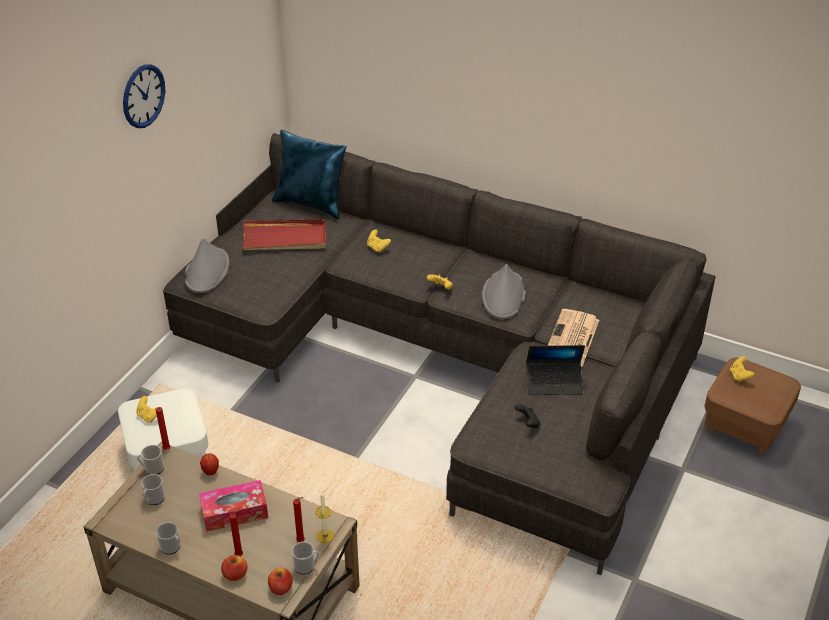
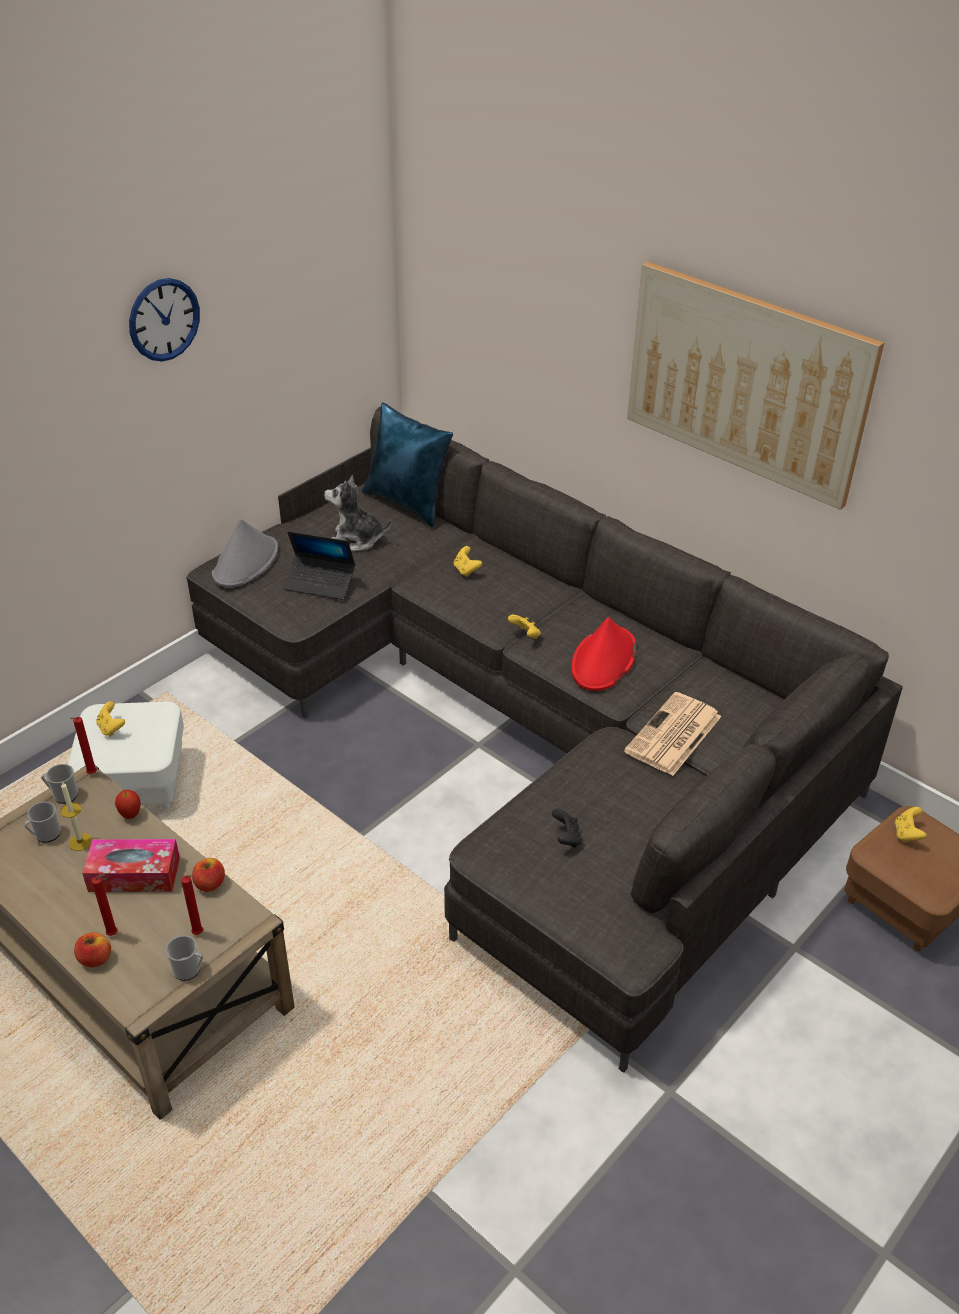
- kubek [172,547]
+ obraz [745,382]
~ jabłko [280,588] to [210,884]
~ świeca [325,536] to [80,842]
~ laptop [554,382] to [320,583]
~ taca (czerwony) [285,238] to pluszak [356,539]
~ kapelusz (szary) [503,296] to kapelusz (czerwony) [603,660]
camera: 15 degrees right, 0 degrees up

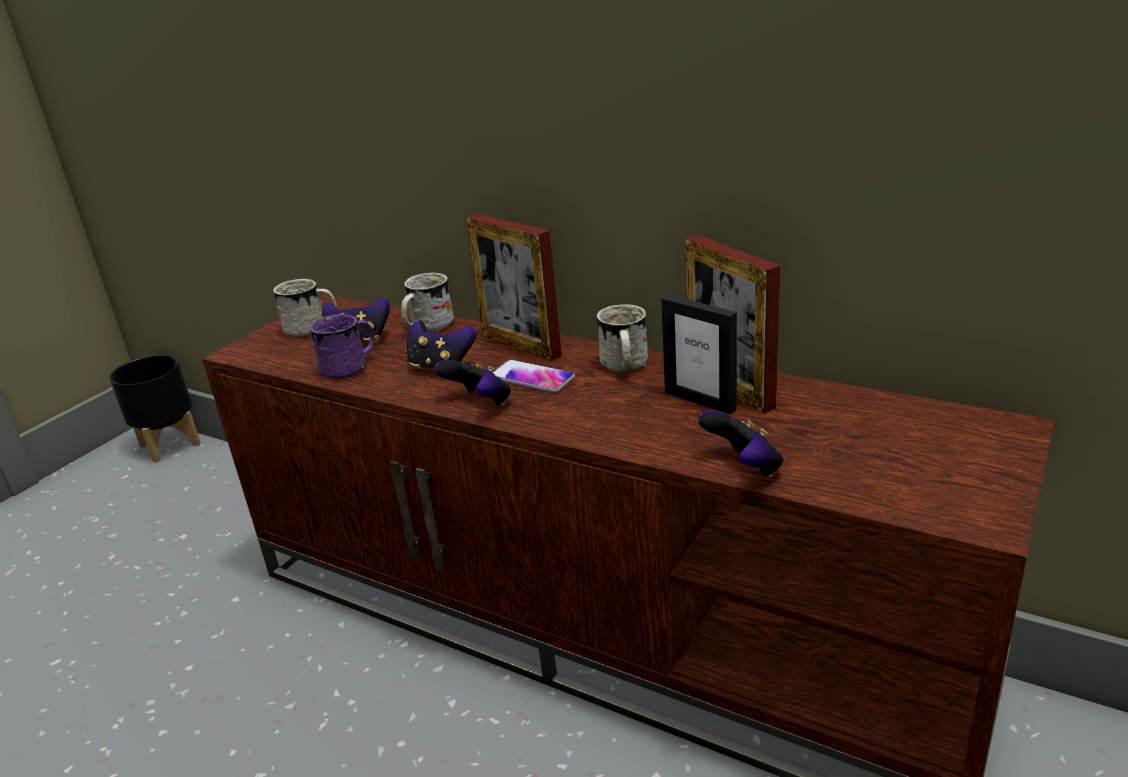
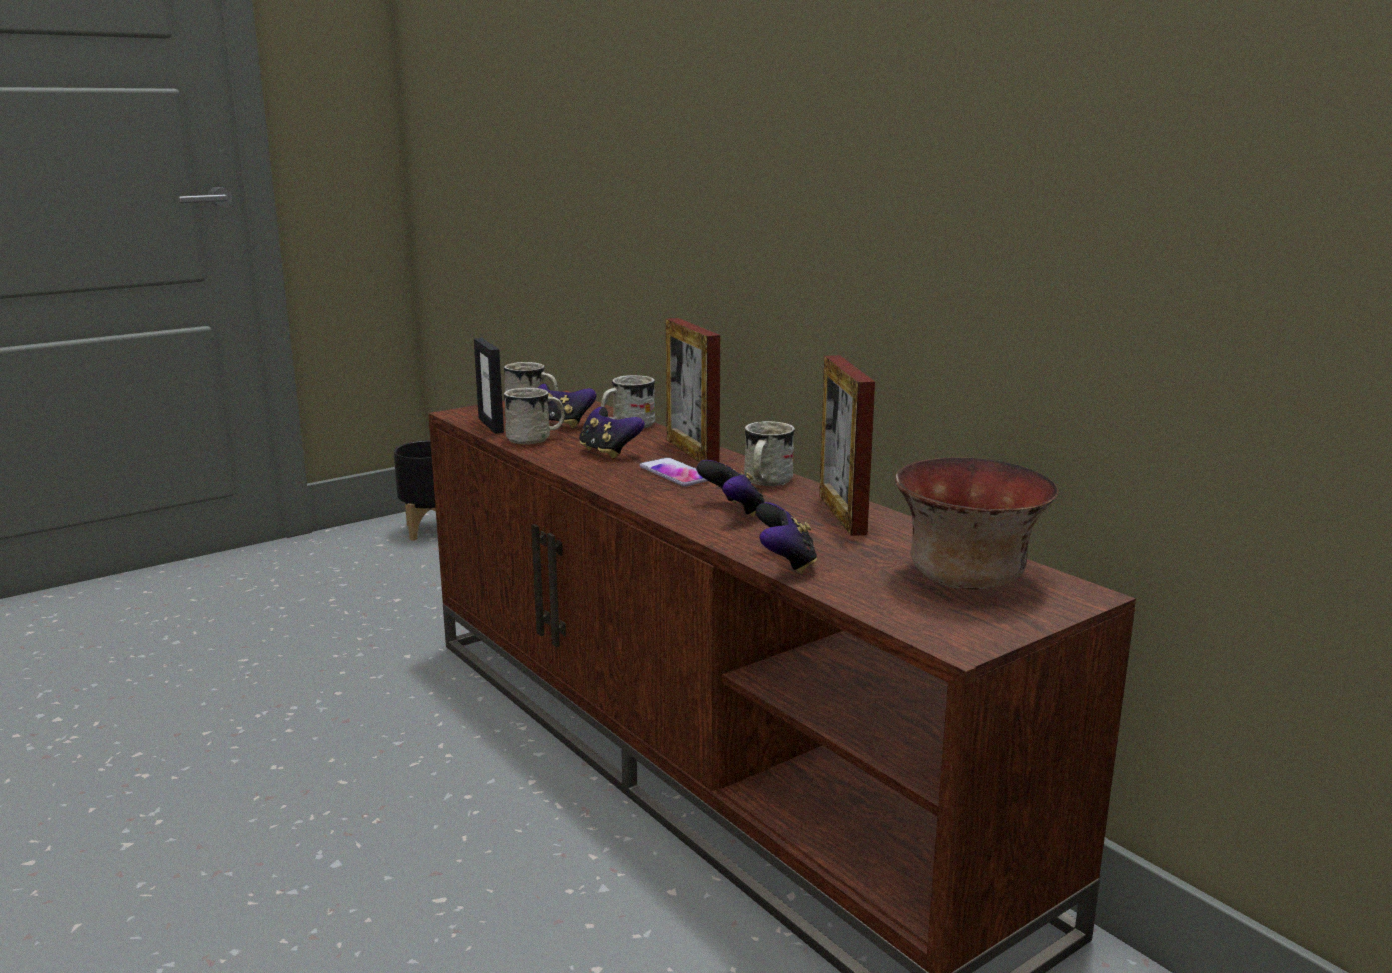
+ miska [965,578]
~ pad do gier [480,403] to [732,511]
~ ramka na zdjęcie [700,401] to [491,425]
~ kubek (fioletowy) [351,367] to kubek (biały) [536,439]
camera: 20 degrees right, 10 degrees down

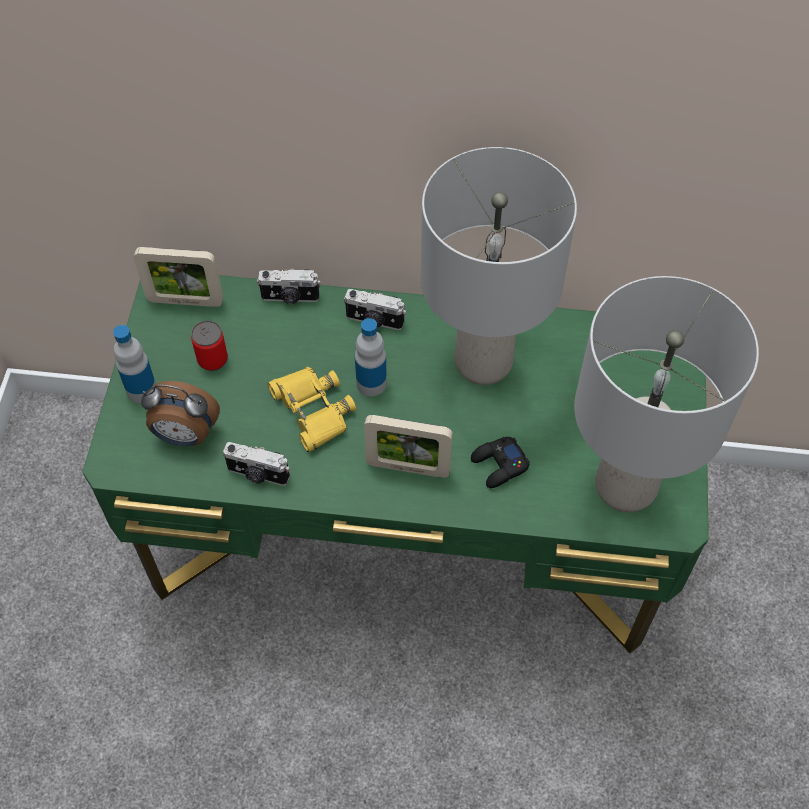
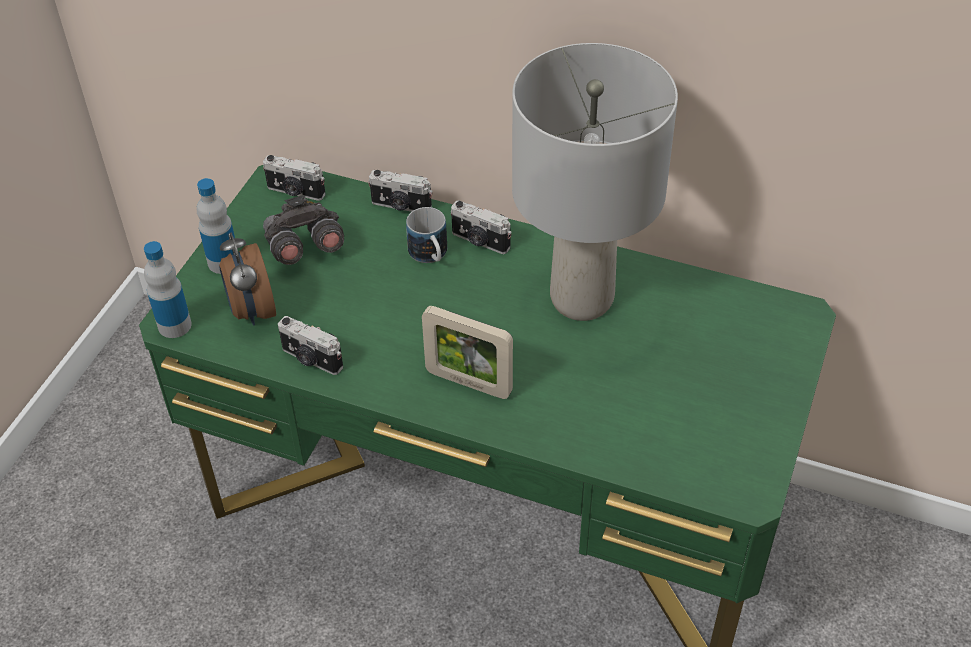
- lornetka (żółty) [313,410]
- pad do gier (czarny) [499,465]
- lampa stołowa (szary) [624,486]
+ kubek [430,256]
~ butelka [371,383] to [174,325]
~ ramka na zdjęcie [185,301] to aparat fotograficzny [295,192]
~ puszka [212,359] to lornetka (szary) [303,247]
~ budzik [185,435] = [251,310] 45 degrees clockwise
camera: 15 degrees right, 10 degrees down

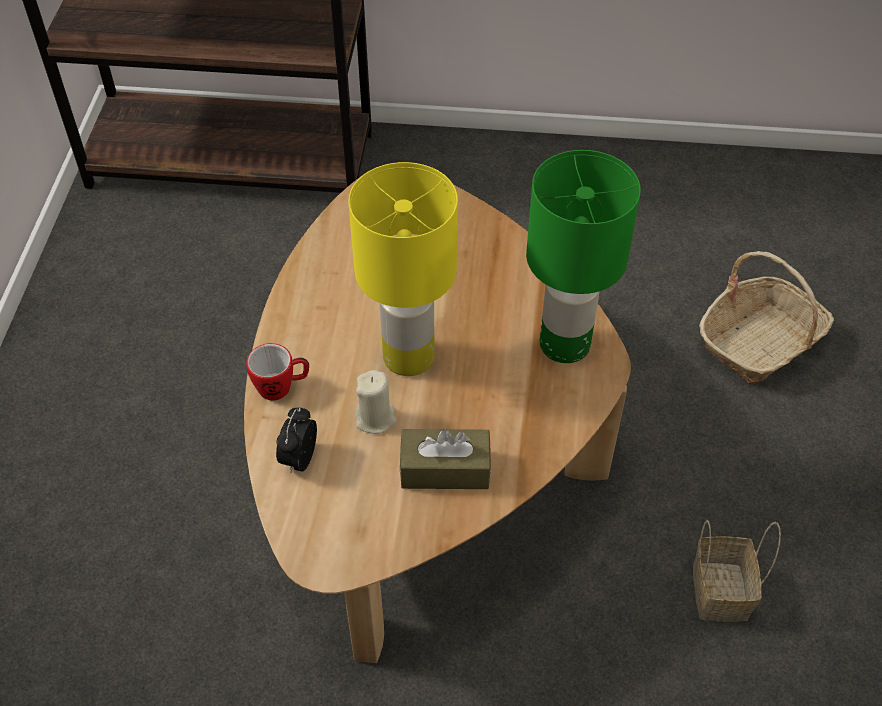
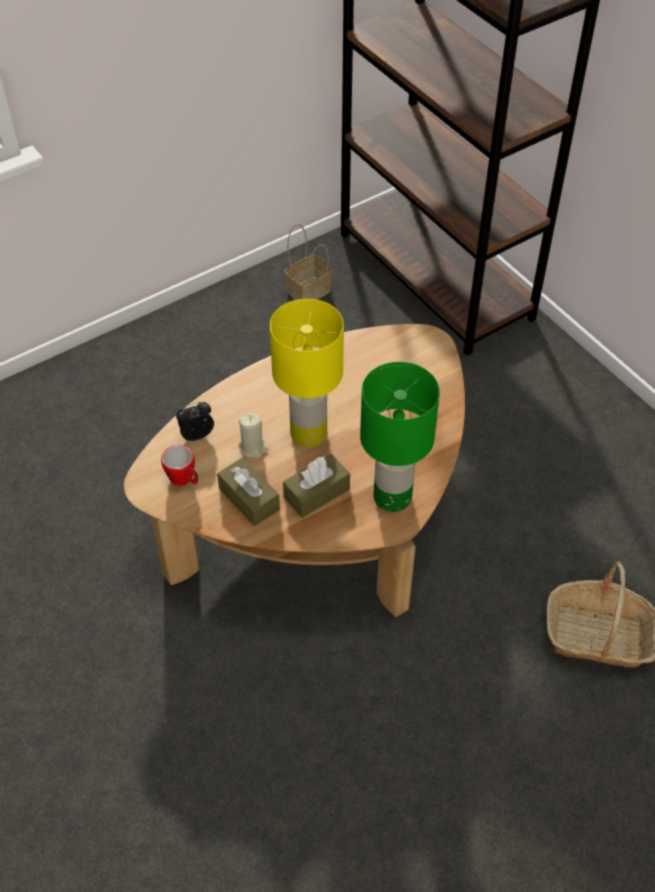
+ pudełko chusteczek (brązowy) [316,493]
~ kubek [281,387] to [184,479]
~ koszyk [718,589] to [309,290]
camera: 50 degrees right, 0 degrees up

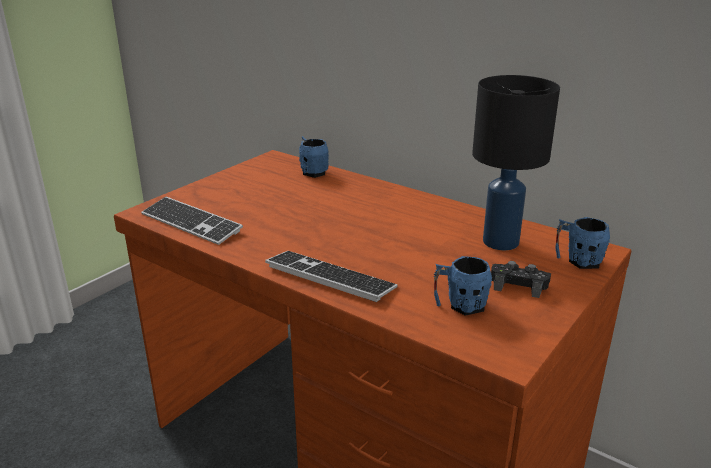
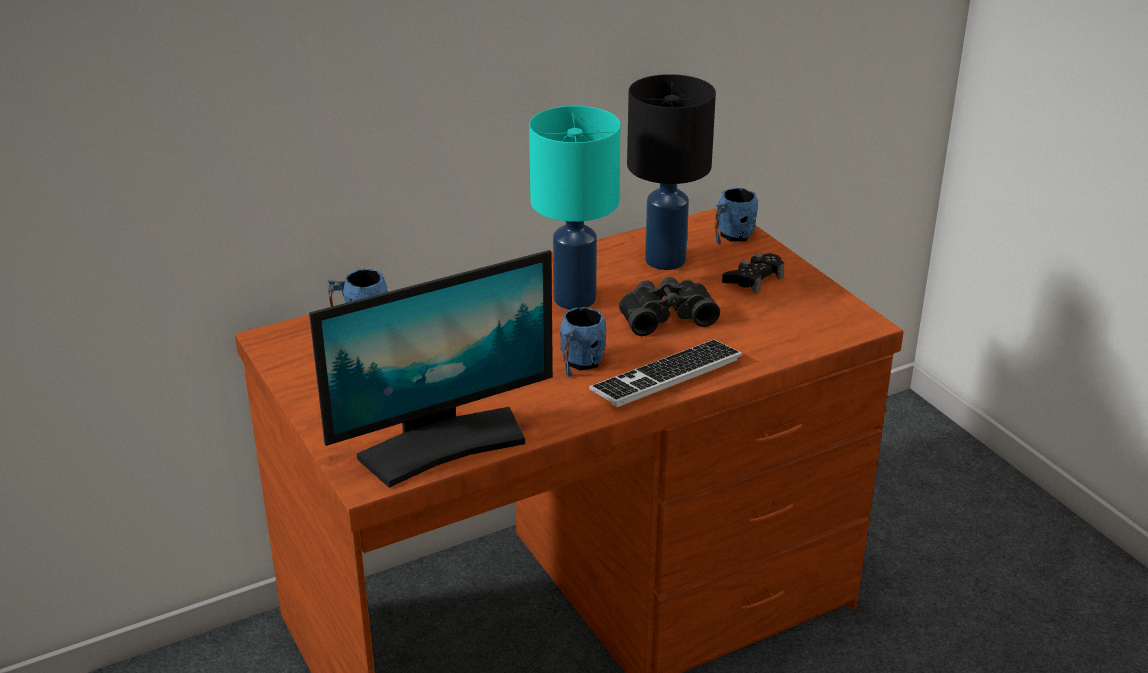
+ lampa stołowa (turkusowy) [573,299]
+ lornetka (czarny) [665,316]
~ kubek (niebieski) [460,305] to [579,364]
~ klawiatura [191,223] to monitor [443,445]
camera: 65 degrees left, 5 degrees up

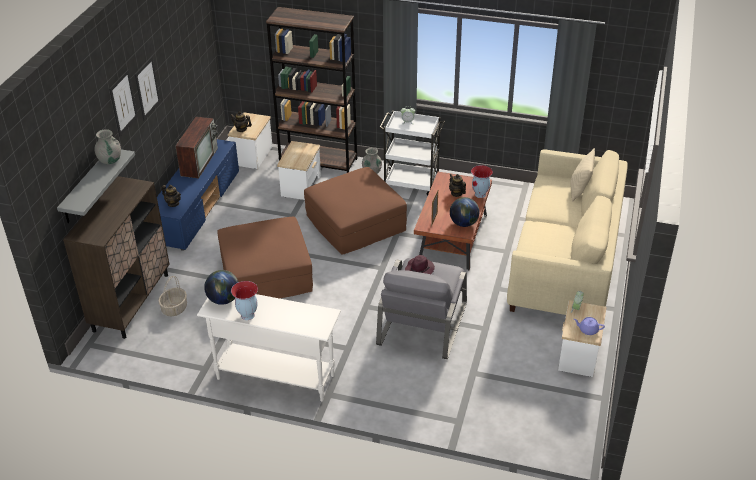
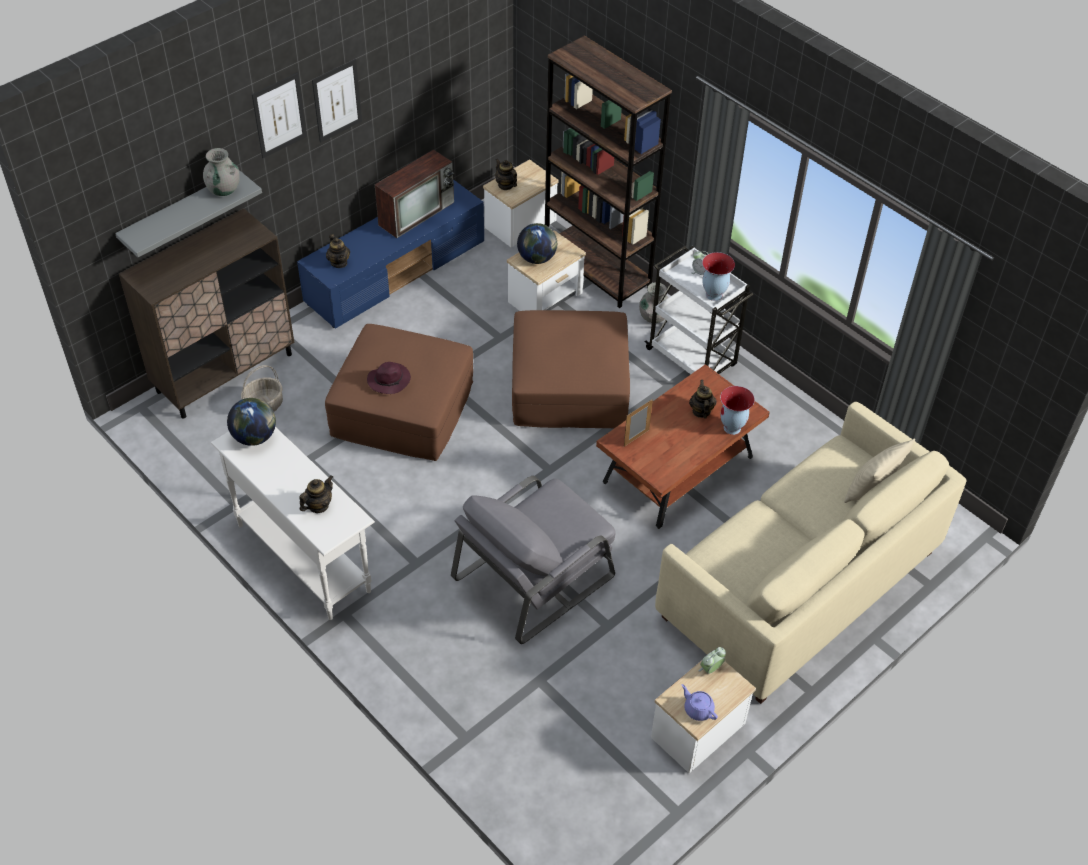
+ imbryk [318,505]
~ wazon [247,315] to [713,295]
~ kapelusz (fioletowy) [419,269] to [389,380]
~ globus [464,223] to [537,258]
camera: 30 degrees right, 10 degrees up

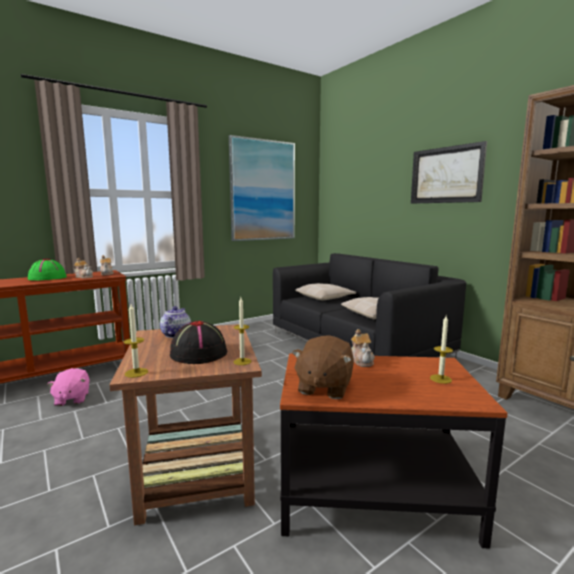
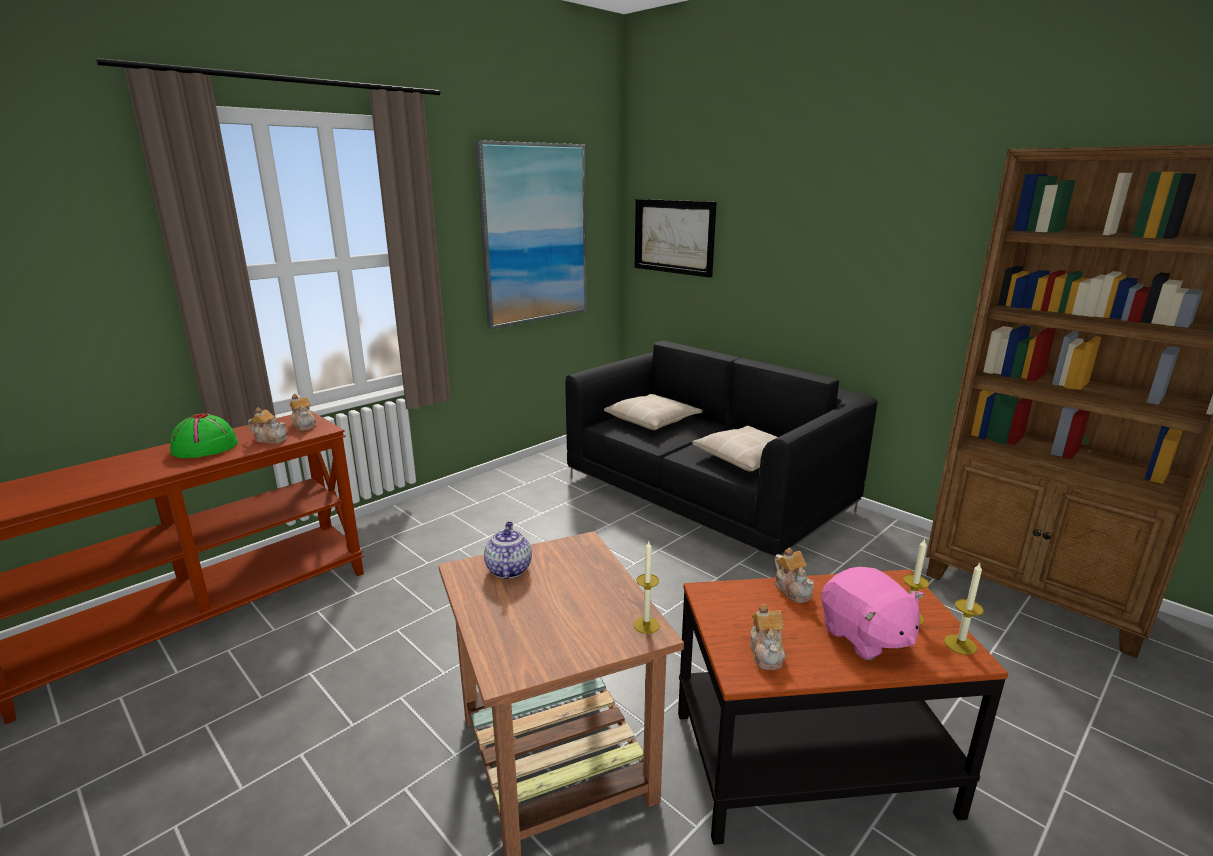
- kapelusz (czarny) [198,353]
~ pluszak (różowy) [71,399] to [865,637]
~ świeca [136,373] to [960,644]
~ obraz [446,175] to [674,236]
~ pluszak (brązowy) [324,387] to imbryk [767,653]
camera: 10 degrees left, 10 degrees up

